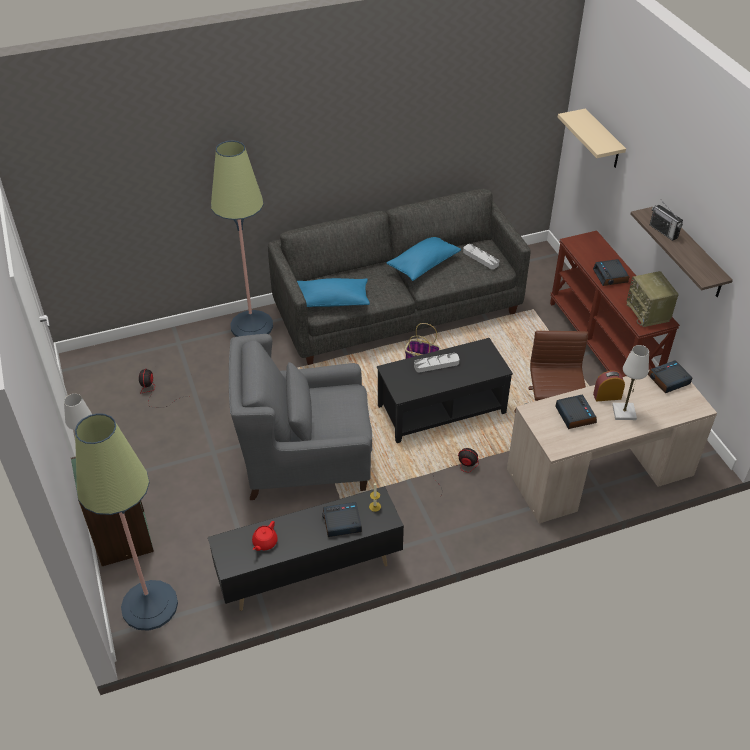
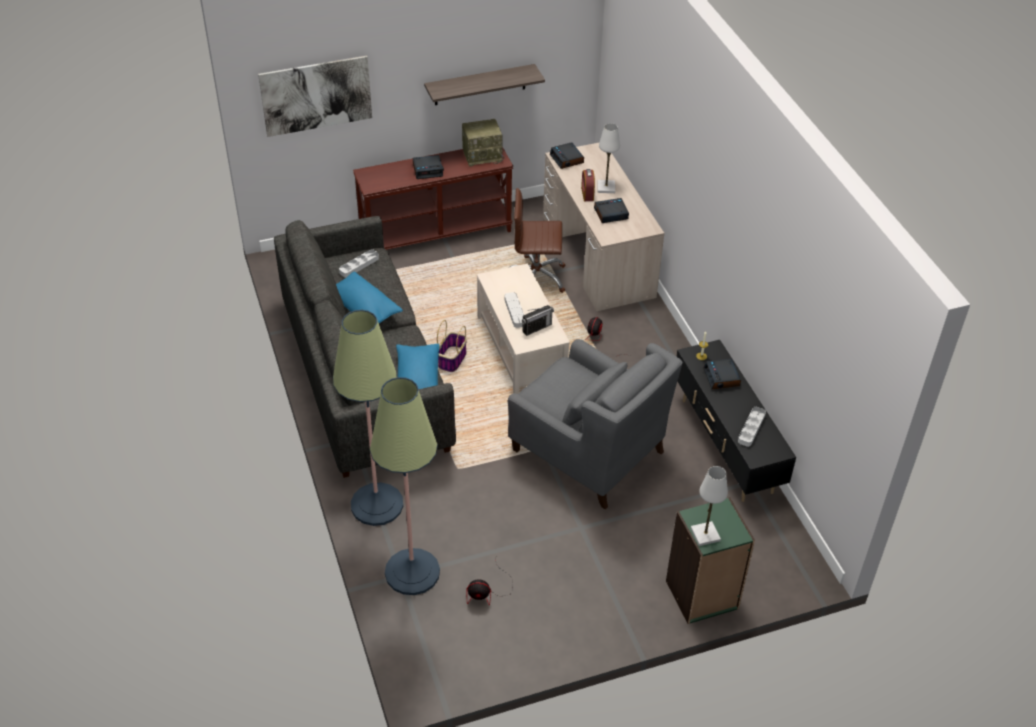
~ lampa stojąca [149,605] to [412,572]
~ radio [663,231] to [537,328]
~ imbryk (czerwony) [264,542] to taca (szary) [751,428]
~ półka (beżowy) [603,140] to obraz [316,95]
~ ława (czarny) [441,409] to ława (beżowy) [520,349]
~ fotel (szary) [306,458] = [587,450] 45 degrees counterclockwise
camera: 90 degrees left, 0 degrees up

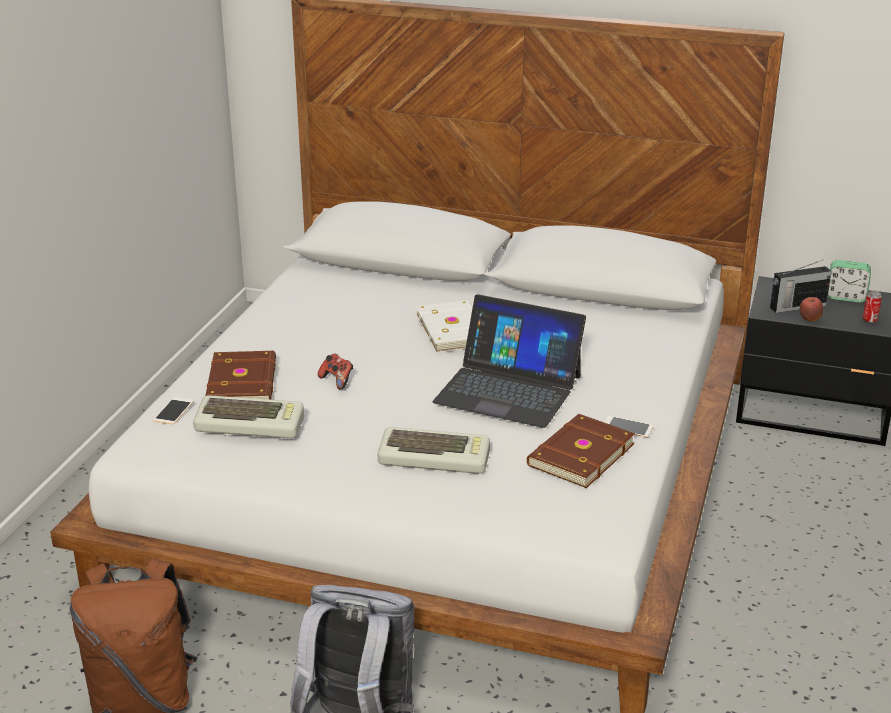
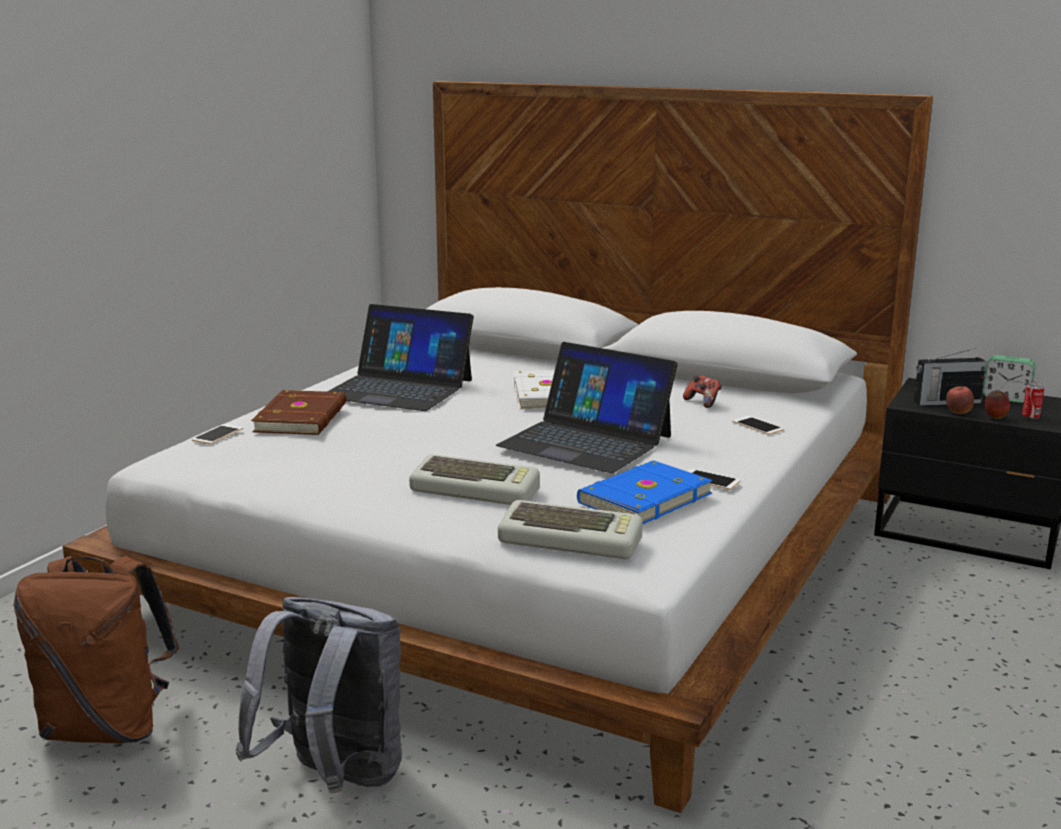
+ laptop [398,388]
+ telefon [757,426]
+ jabłko [994,418]
~ klawiatura [251,424] to [572,540]
~ pad do gier [337,381] to [703,402]
~ książka (brązowy) [579,454] to książka (niebieski) [642,498]
camera: 10 degrees right, 10 degrees down

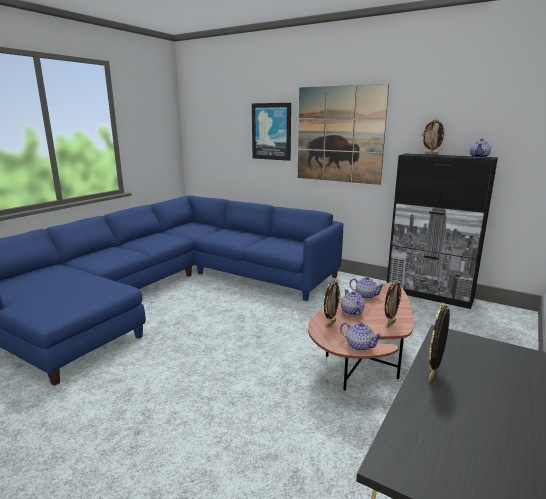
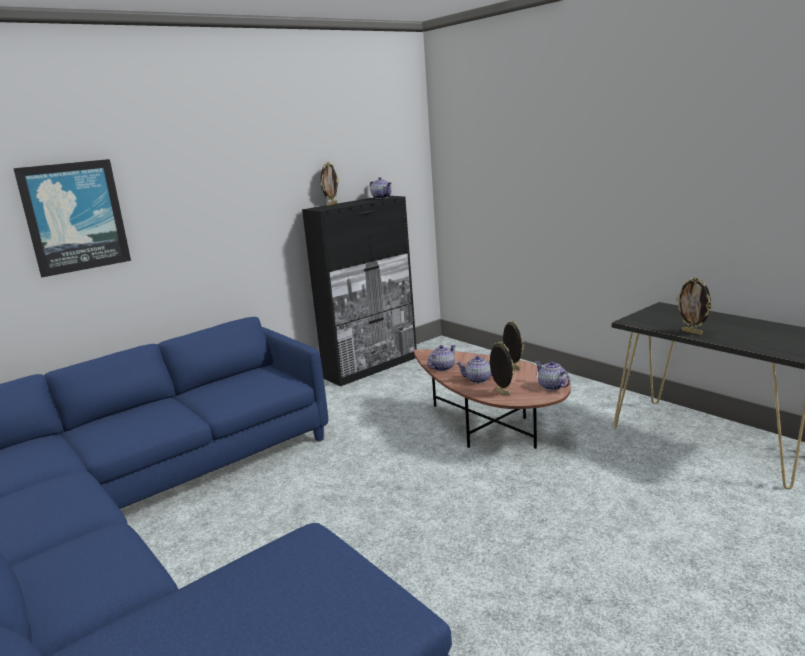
- obraz [339,135]
~ imbryk [359,346] = [552,386] 90 degrees counterclockwise
camera: 70 degrees left, 0 degrees up

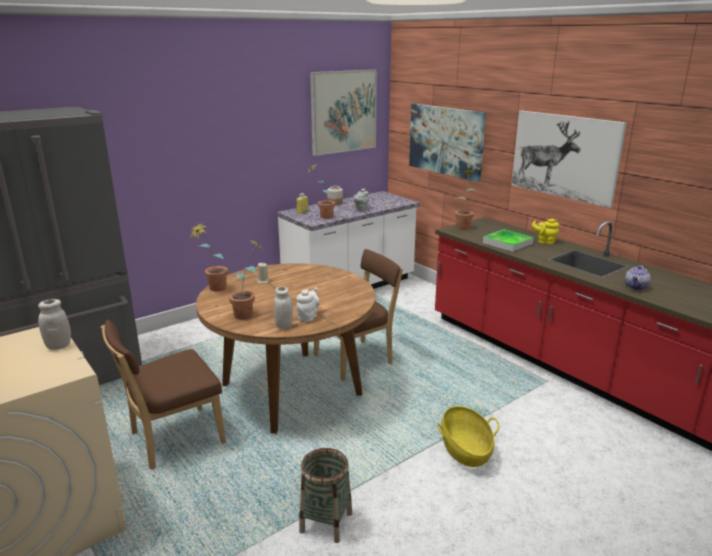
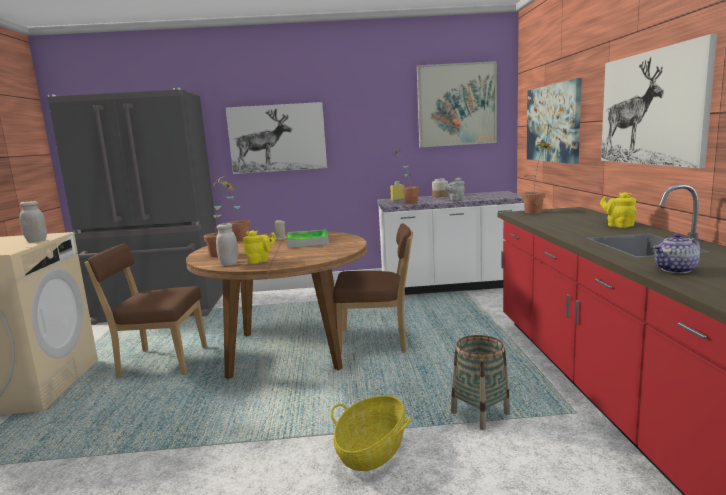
+ obraz [277,138]
~ koszyk [326,522] to [480,413]
~ taca [507,243] to [307,242]
~ imbryk (biały) [308,317] to imbryk (żółty) [260,261]
camera: 35 degrees right, 10 degrees down

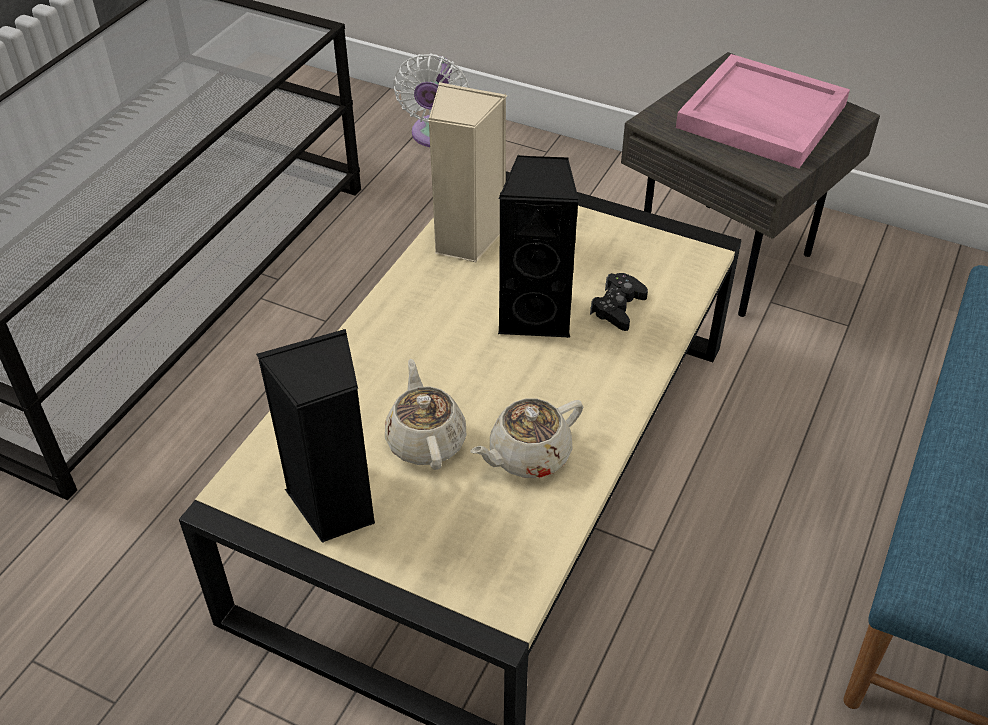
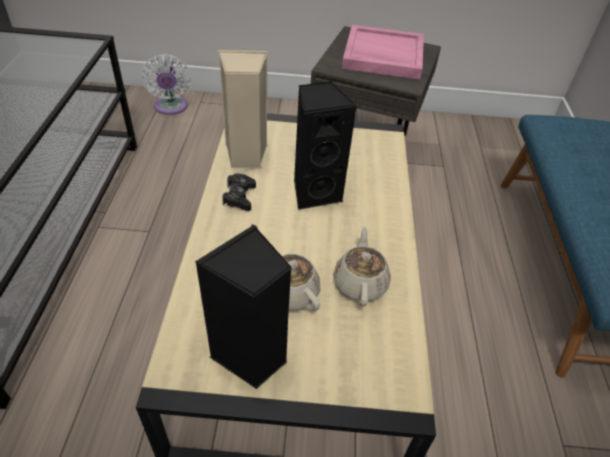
~ pad do gier (czarny) [618,307] to [239,196]
~ imbryk (beżowy) [528,455] = [360,283] 150 degrees clockwise
camera: 25 degrees left, 0 degrees up

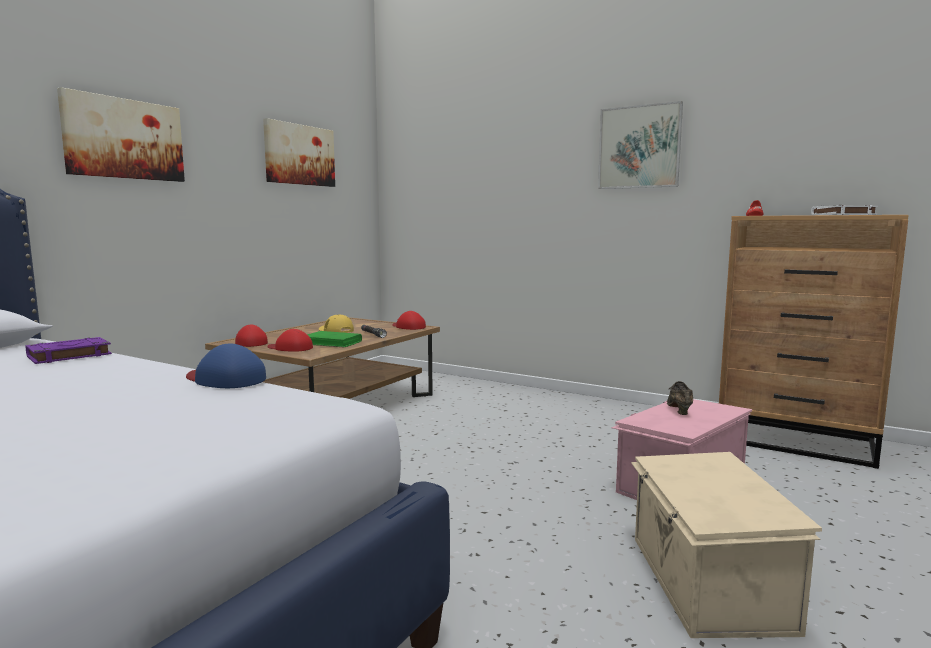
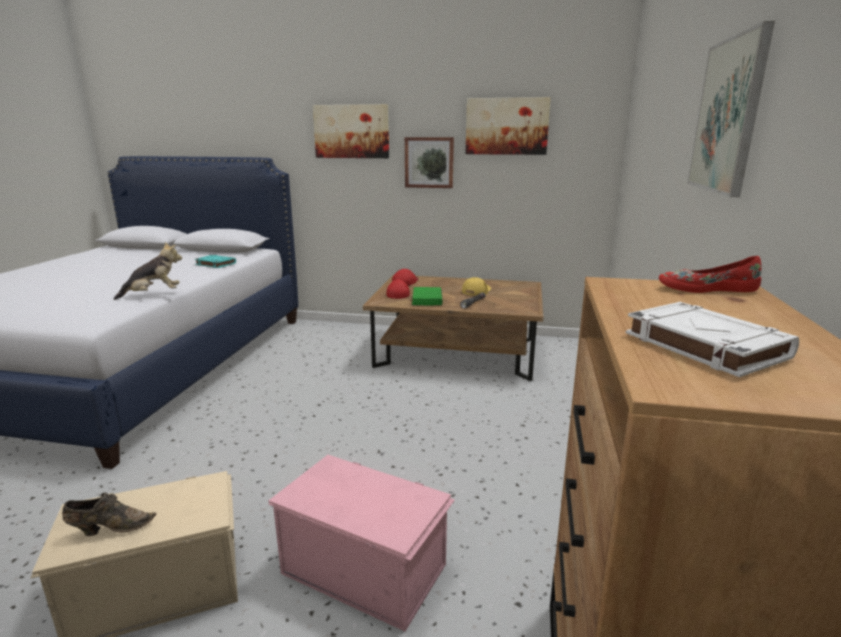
- czapka z daszkiem (czerwony) [408,326]
+ obraz [429,162]
~ but (brązowy) [678,410] to [110,528]
~ czapka z daszkiem (niebieski) [225,379] to pluszak [153,295]
~ książka (fioletowy) [68,356] to książka (turkusowy) [215,264]
camera: 70 degrees right, 10 degrees up

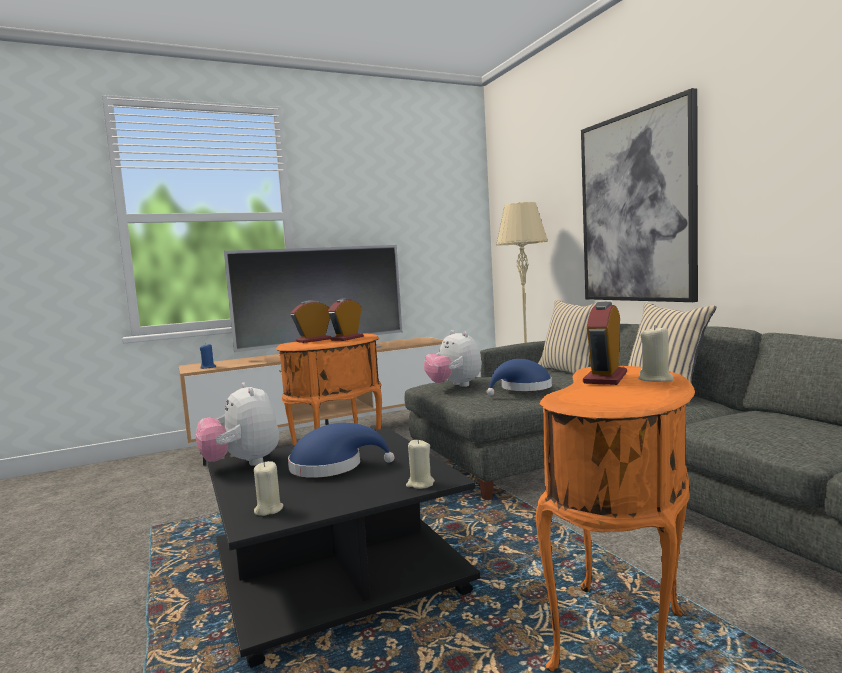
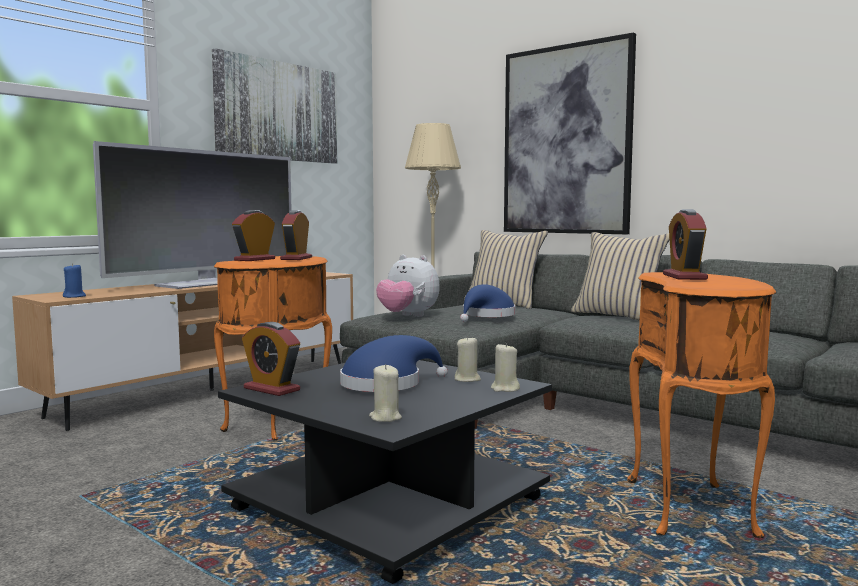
+ obraz [278,111]
~ świeca (beżowy) [656,379] to [467,379]
~ pluszak [242,464] to budzik [271,389]
camera: 25 degrees left, 0 degrees up

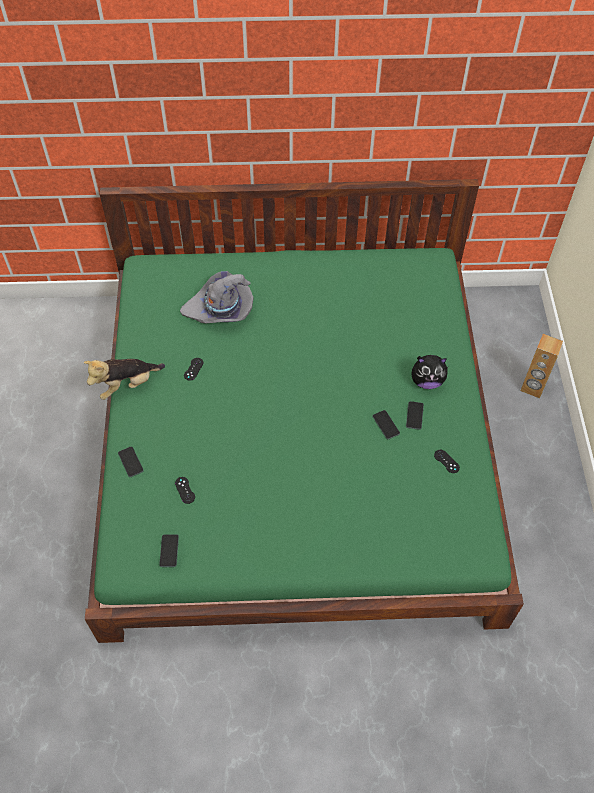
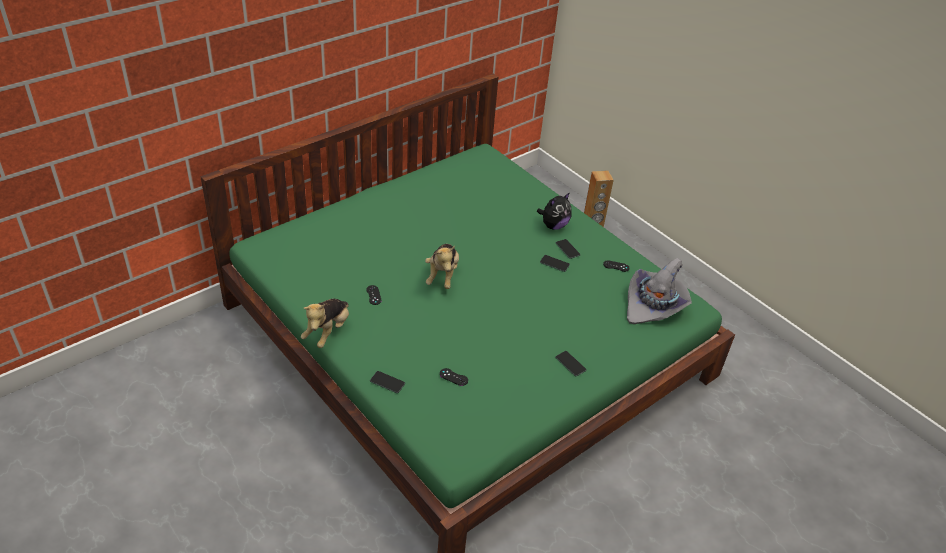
+ pluszak [442,275]
~ telefon [169,551] to [570,364]
~ kapelusz (szary) [220,309] to [654,305]
camera: 40 degrees left, 15 degrees down

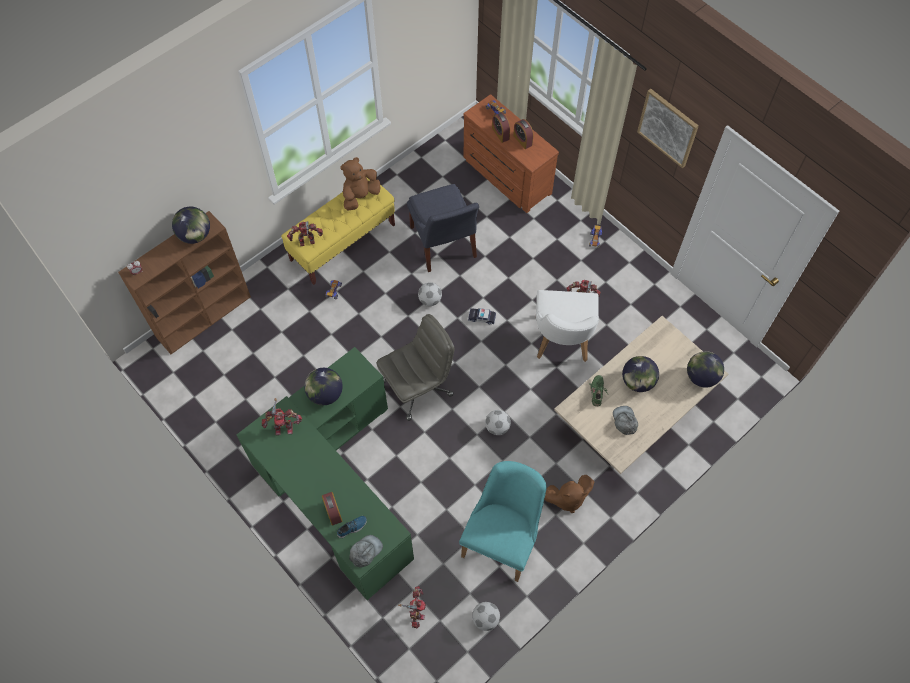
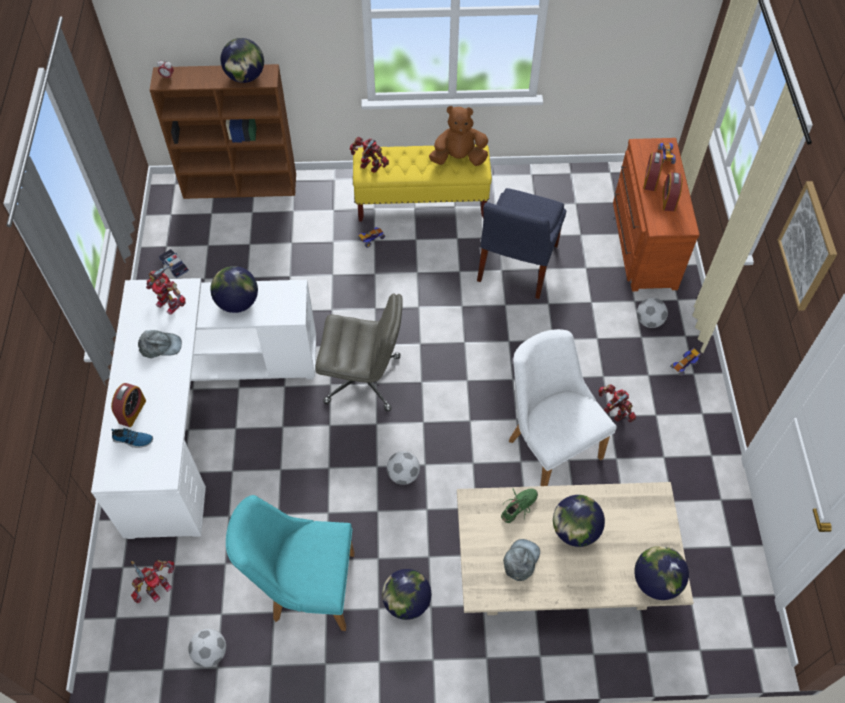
~ czapka z daszkiem (szary) [365,551] to [160,346]
~ piłka futbolowa [430,300] to [649,321]
~ samochodzik [482,317] to [174,265]
~ pluszak (brązowy) [567,498] to globus [406,602]
~ biurko (zielony) [335,487] to biurko (biały) [201,413]
~ krzesło (turkusowy) [503,538] = [304,587] 150 degrees counterclockwise
~ krzesło (biały) [562,344] = [548,443] 105 degrees clockwise
camera: 40 degrees right, 5 degrees down

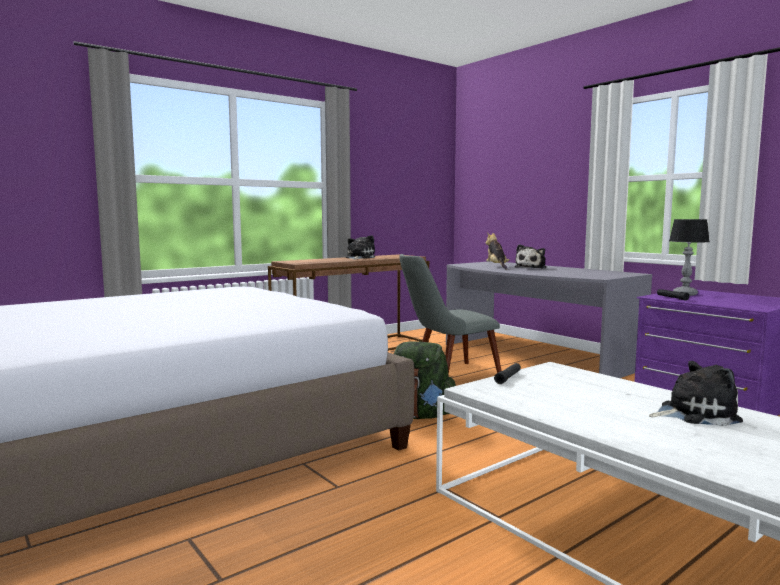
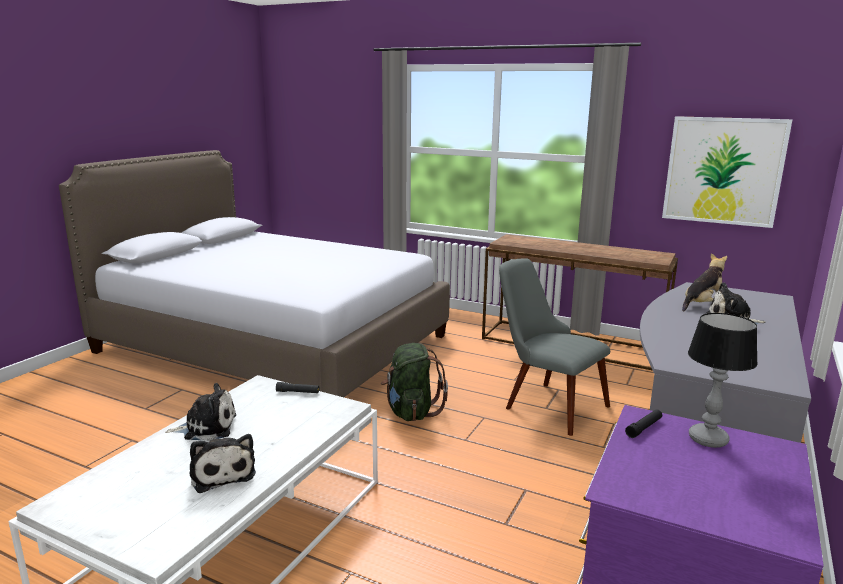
+ obraz [723,171]
~ pluszak [359,258] to [207,427]
camera: 65 degrees right, 10 degrees up

